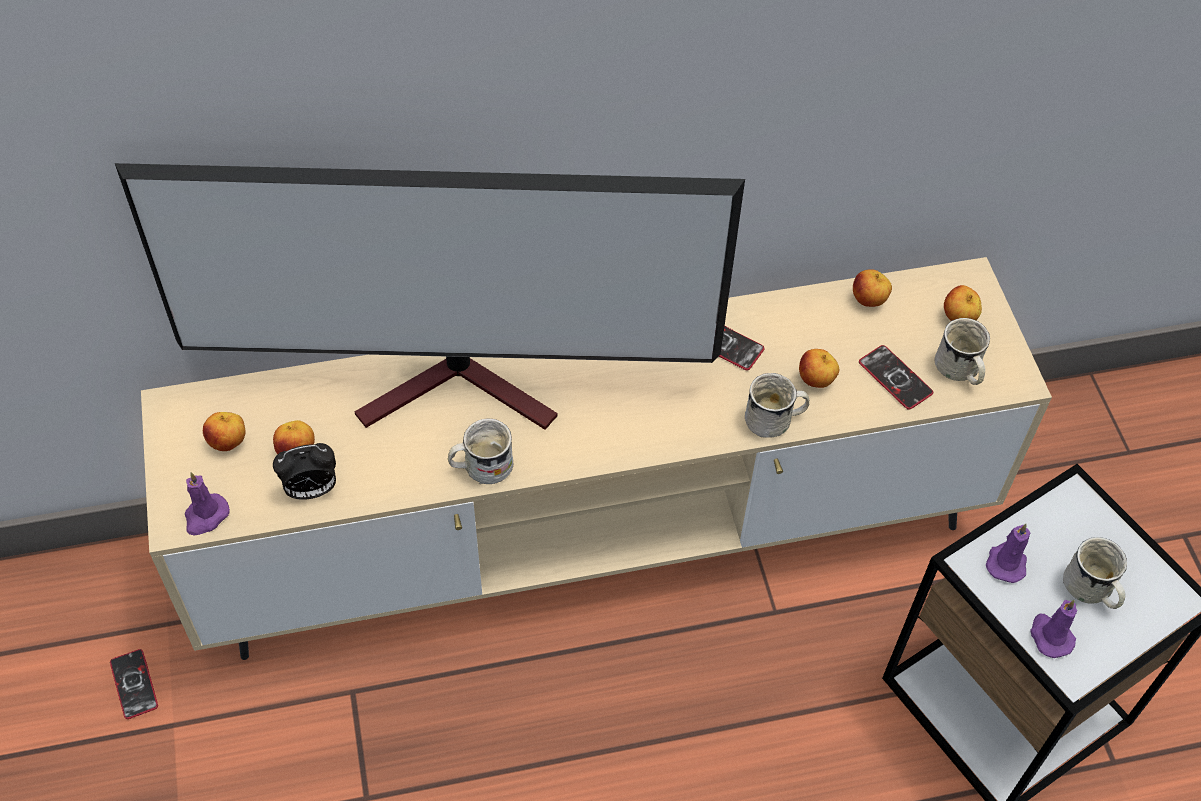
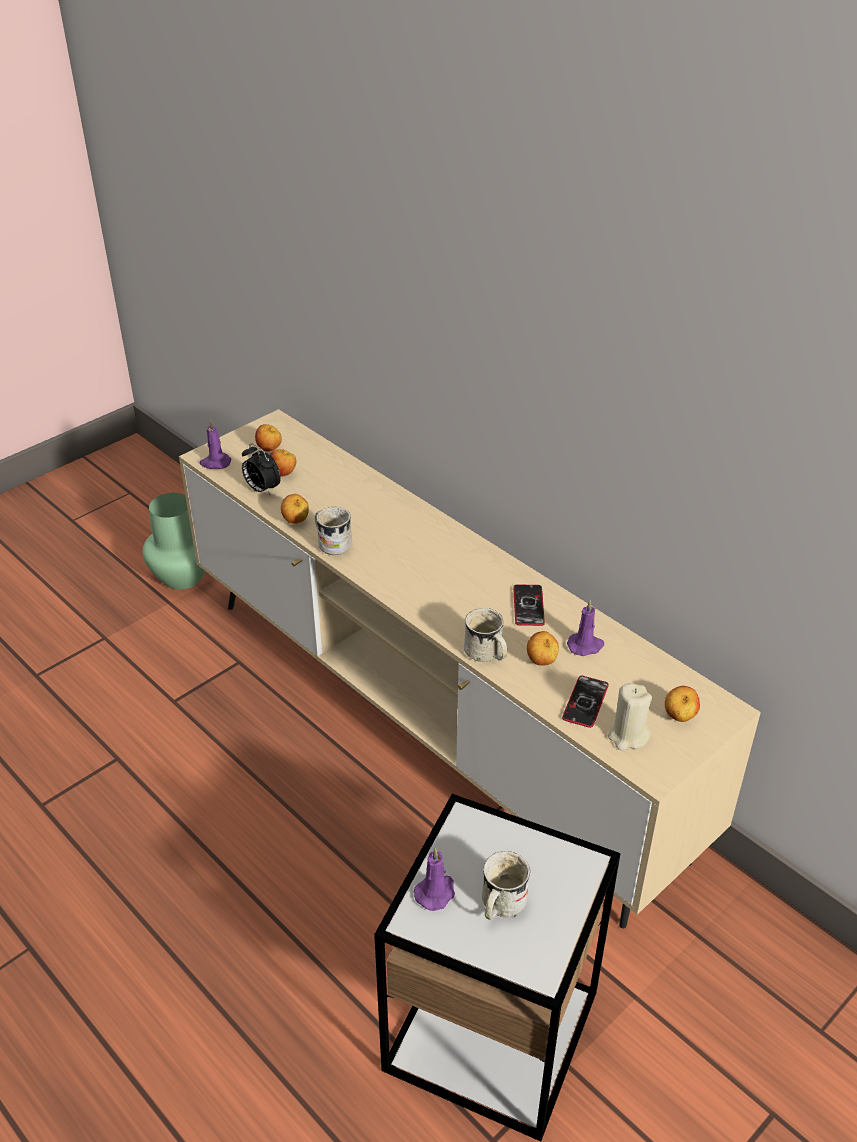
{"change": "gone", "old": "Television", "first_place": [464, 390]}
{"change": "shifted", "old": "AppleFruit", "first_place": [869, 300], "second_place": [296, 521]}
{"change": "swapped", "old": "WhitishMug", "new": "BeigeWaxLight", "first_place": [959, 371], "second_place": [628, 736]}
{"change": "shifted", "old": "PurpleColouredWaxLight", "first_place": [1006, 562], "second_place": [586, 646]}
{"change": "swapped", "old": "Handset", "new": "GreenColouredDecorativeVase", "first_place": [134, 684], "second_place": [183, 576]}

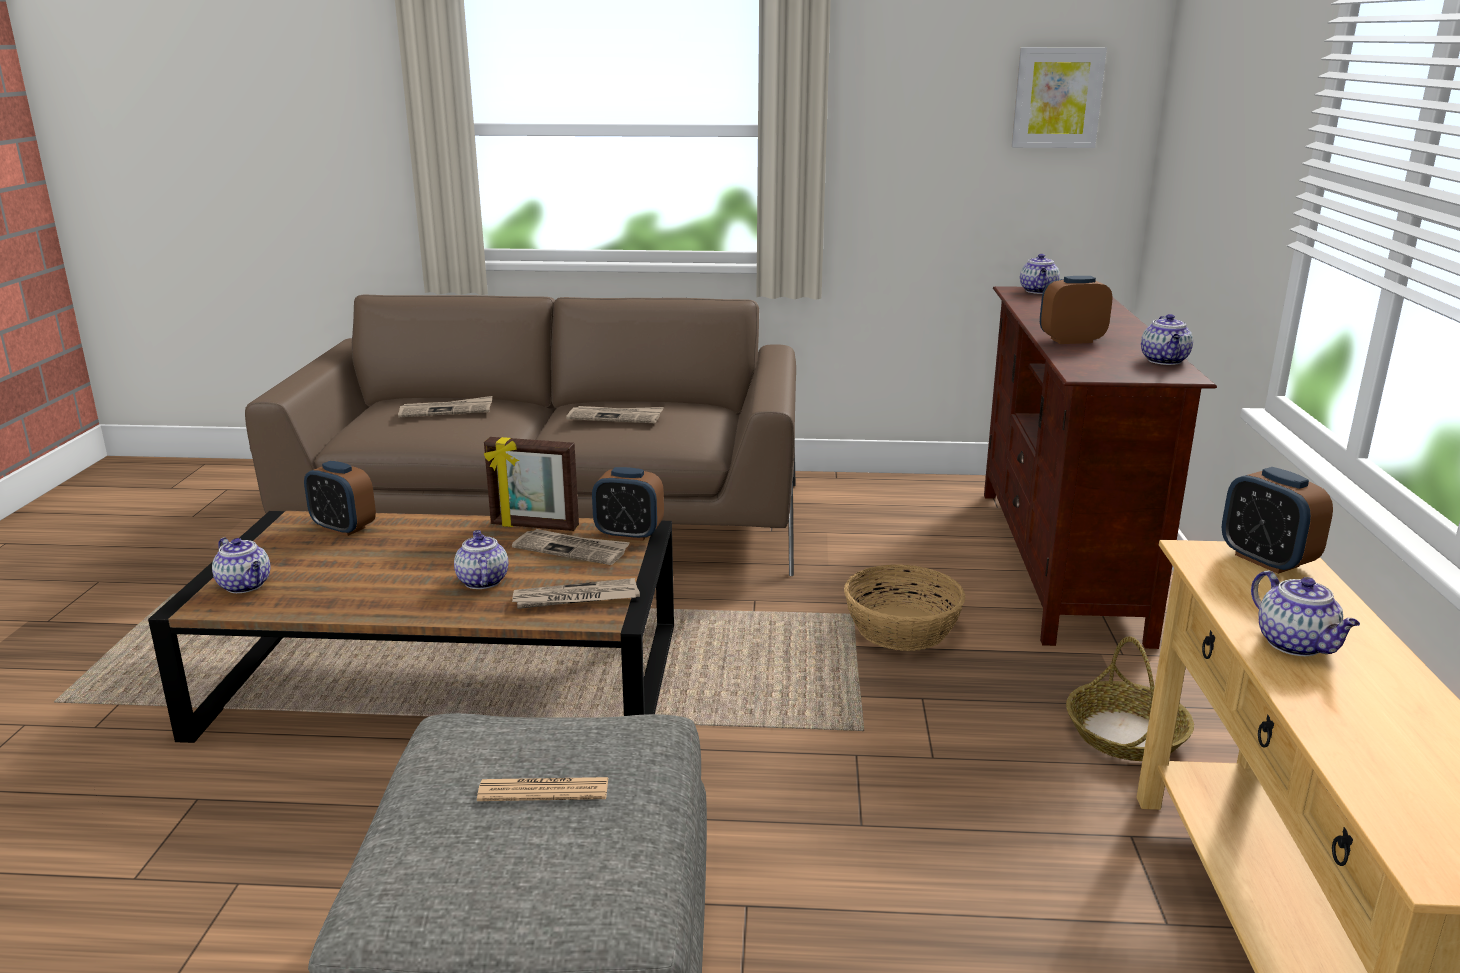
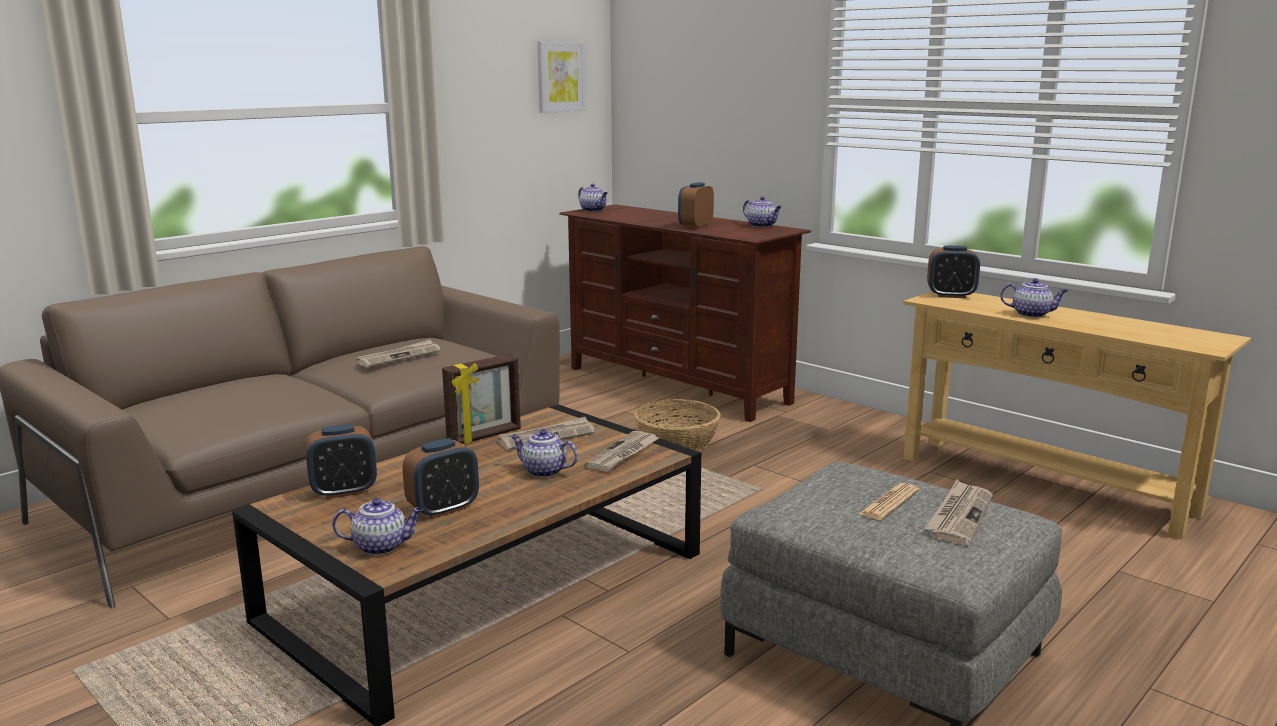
{"change": "shifted", "old": "Newspaper", "first_place": [446, 410], "second_place": [959, 515]}
{"change": "shifted", "old": "BedsideClock", "first_place": [629, 534], "second_place": [443, 509]}
{"change": "gone", "old": "Basket", "first_place": [1126, 735]}

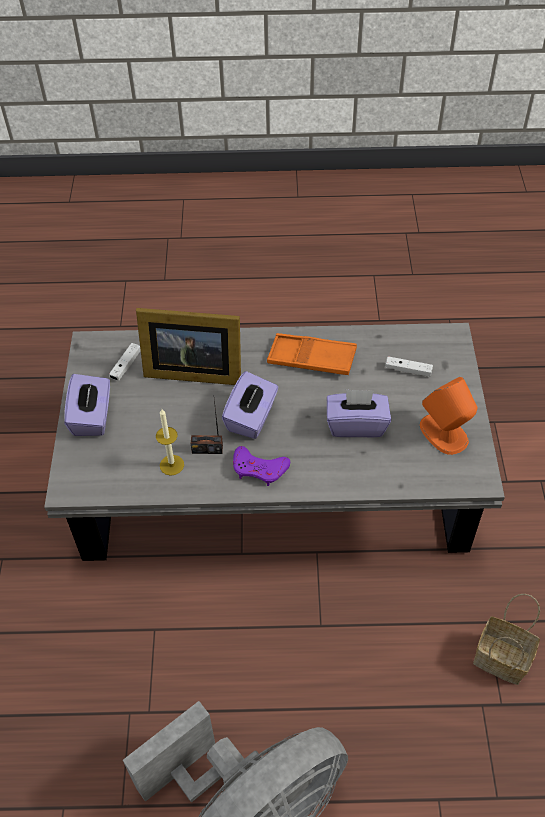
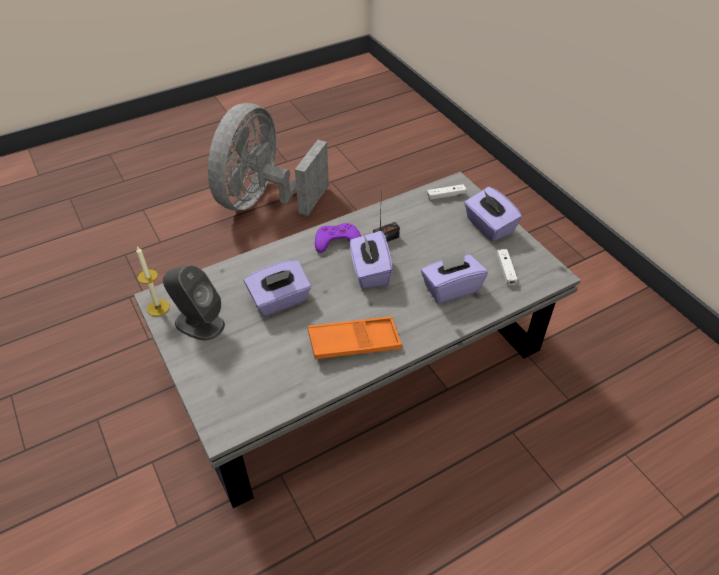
{"change": "swapped", "old": "PhotoFrame", "new": "PurpleColouredBoxOfTissues", "first_place": [191, 370], "second_place": [451, 288]}
{"change": "shifted", "old": "WhitishGameController", "first_place": [408, 370], "second_place": [446, 196]}
{"change": "repainted", "old": "OrangeLoudspeaker", "new": "GreyLoudspeaker", "first_place": [444, 433], "second_place": [199, 323]}
{"change": "shifted", "old": "WaxLight", "first_place": [172, 465], "second_place": [158, 307]}
{"change": "gone", "old": "Basket", "first_place": [503, 658]}

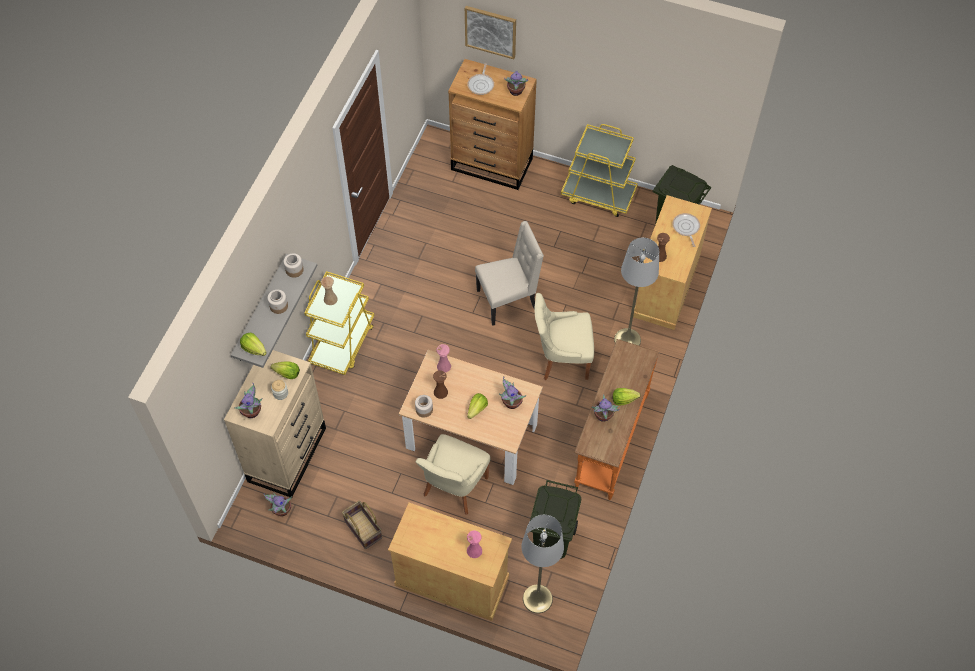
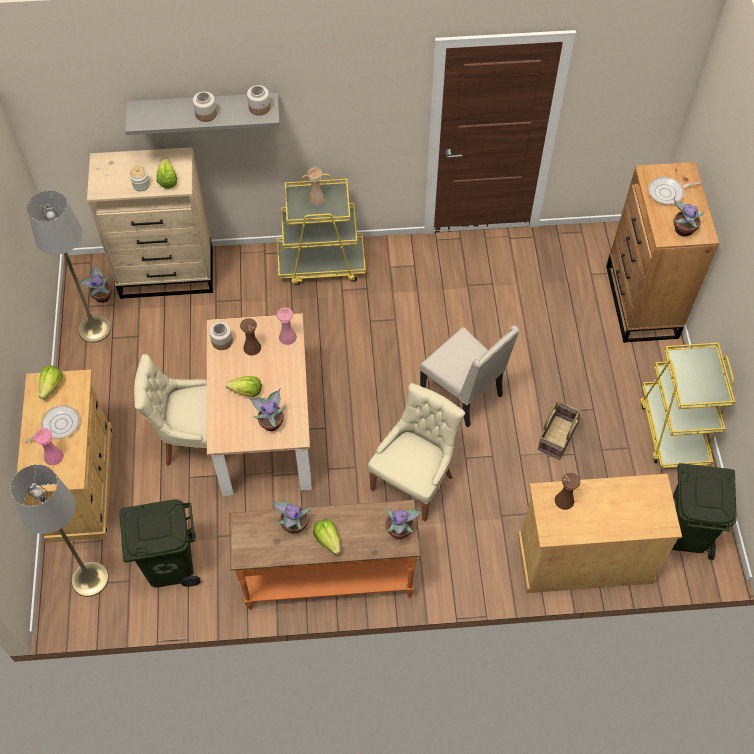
{"change": "gone", "old": "WallPicture", "first_place": [490, 31]}
{"change": "shifted", "old": "FryingPan", "first_place": [686, 228], "second_place": [58, 425]}
{"change": "shifted", "old": "GreyFloorLamp", "first_place": [627, 340], "second_place": [94, 329]}
{"change": "rotated", "old": "BeigePlainChair", "first_place": [561, 359], "second_place": [414, 481], "degrees": 60}
{"change": "shifted", "old": "HeadOfLettuce", "first_place": [254, 349], "second_place": [52, 386]}
{"change": "shifted", "old": "PottedPlant", "first_place": [252, 412], "second_place": [400, 531]}
{"change": "shifted", "old": "Basket", "first_place": [362, 530], "second_place": [557, 436]}

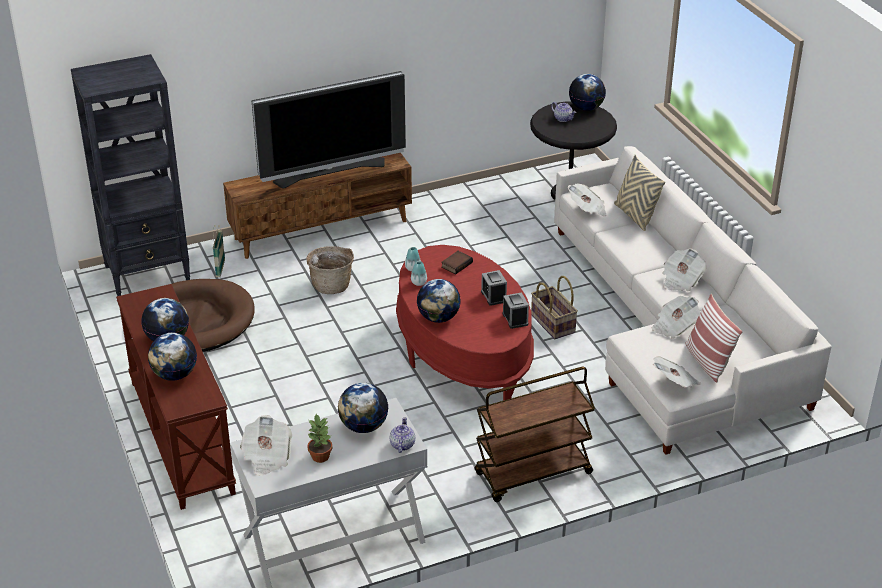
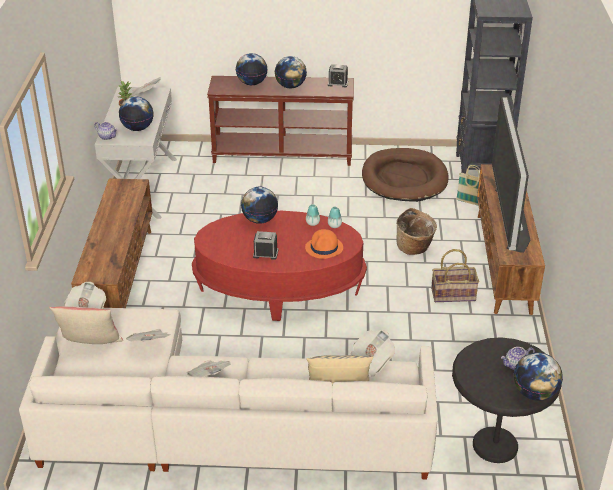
{"change": "swapped", "old": "Volume", "new": "OrangeHat", "first_place": [456, 264], "second_place": [324, 248]}
{"change": "shifted", "old": "Basket", "first_place": [552, 324], "second_place": [453, 294]}
{"change": "shifted", "old": "BedsideClock", "first_place": [515, 319], "second_place": [338, 83]}
{"change": "swapped", "old": "BrownTrolley", "new": "BrownMediaConsole", "first_place": [533, 474], "second_place": [119, 278]}

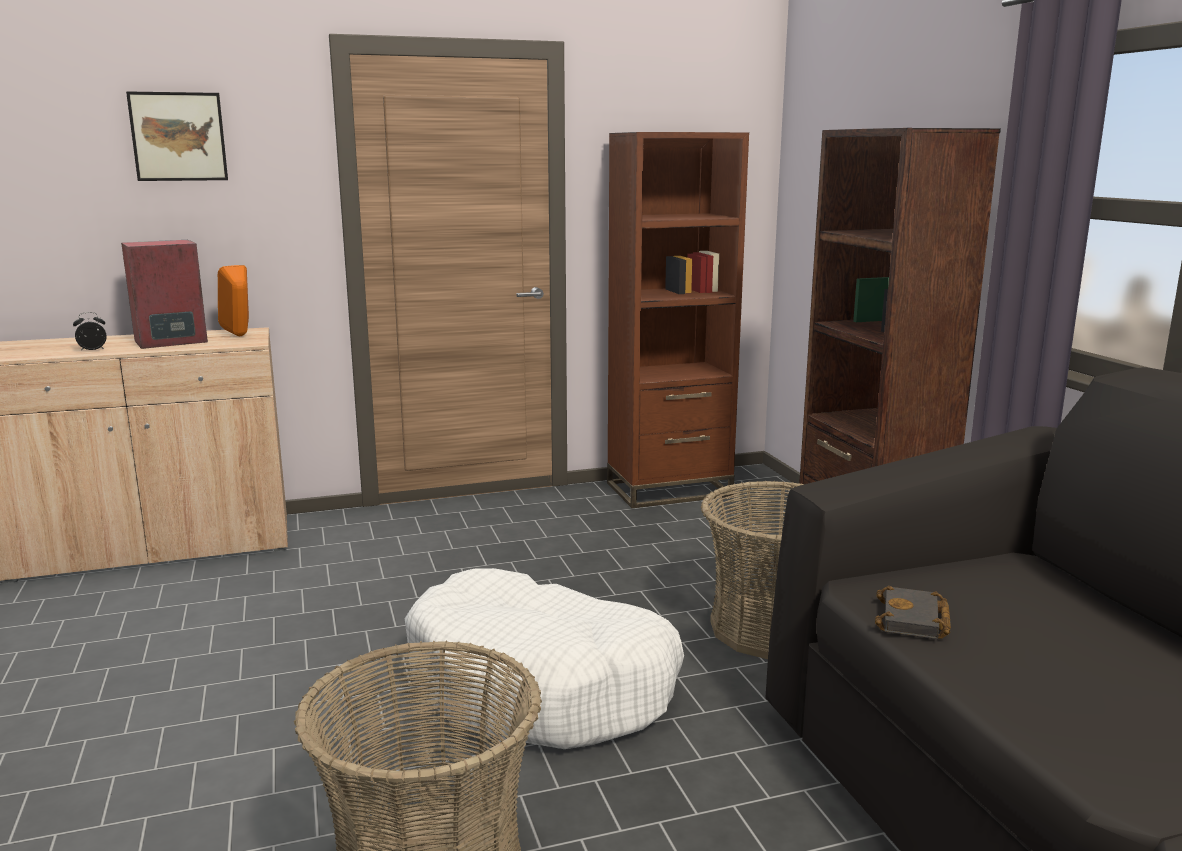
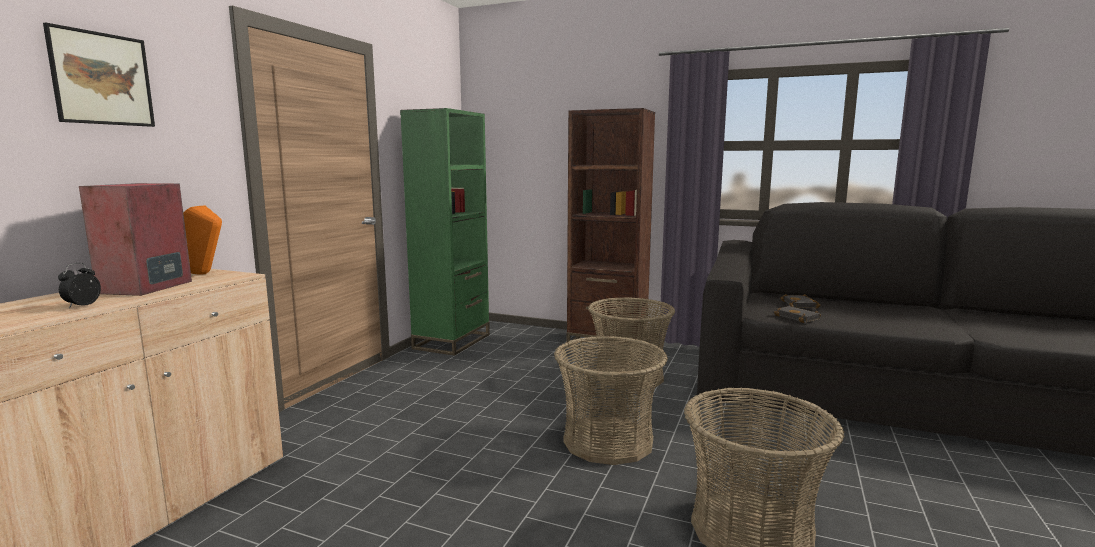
{"change": "repainted", "old": "BrownBookshelf", "new": "GreenColouredBookshelf", "first_place": [669, 490], "second_place": [452, 341]}
{"change": "swapped", "old": "WhitishPetBed", "new": "Basket", "first_place": [541, 686], "second_place": [608, 441]}
{"change": "new", "new": "BlackColouredVolume", "second_place": [801, 305]}

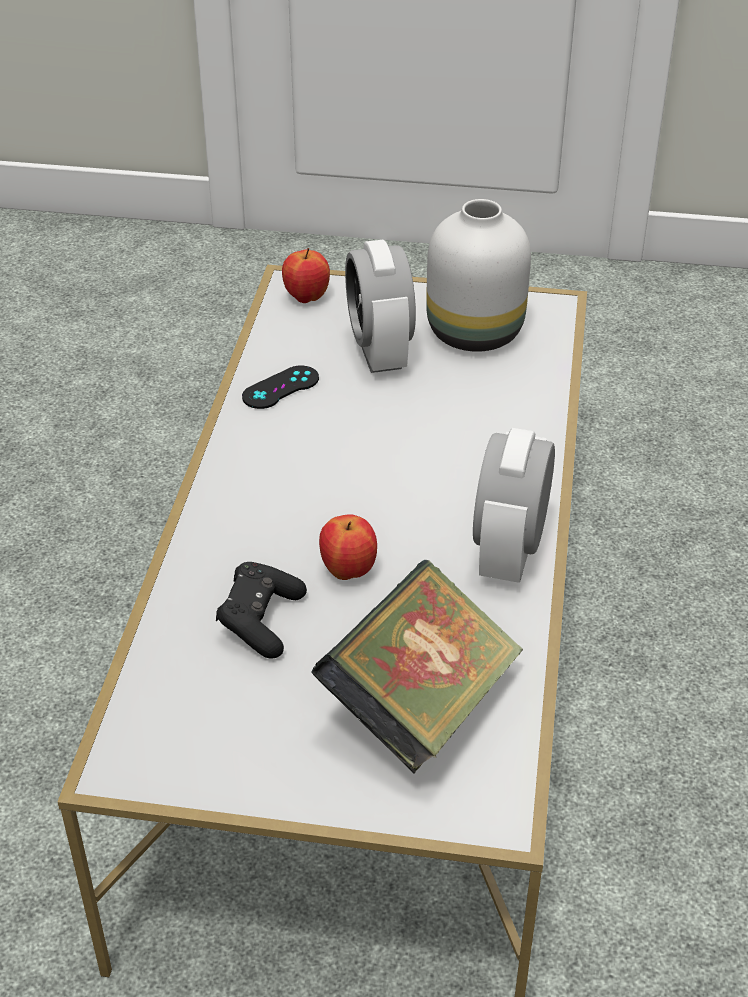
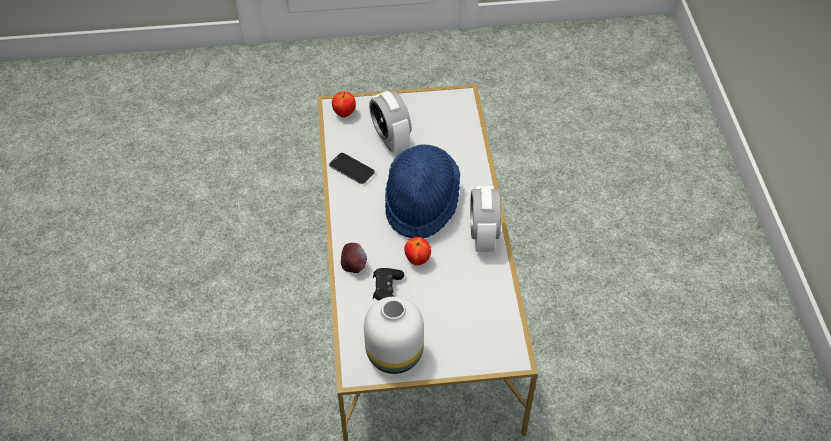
{"change": "shifted", "old": "WhitishDecorativeVase", "first_place": [477, 332], "second_place": [396, 353]}
{"change": "swapped", "old": "BlackColouredGameController", "new": "Handset", "first_place": [280, 388], "second_place": [352, 169]}
{"change": "gone", "old": "Volume", "first_place": [420, 705]}
{"change": "new", "new": "BluishHat", "second_place": [421, 203]}
{"change": "new", "new": "AppleFruit", "second_place": [354, 265]}

